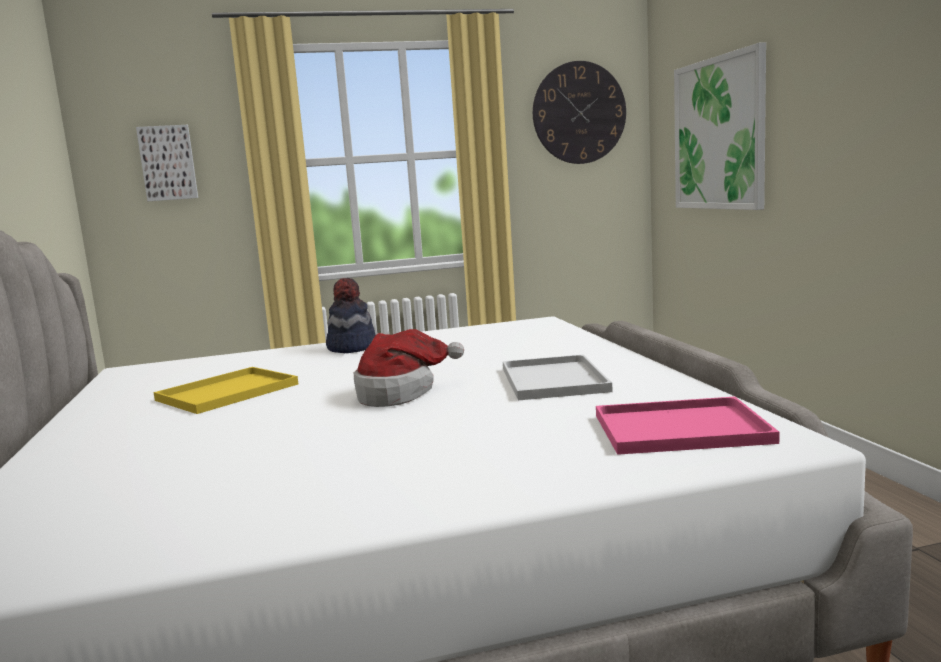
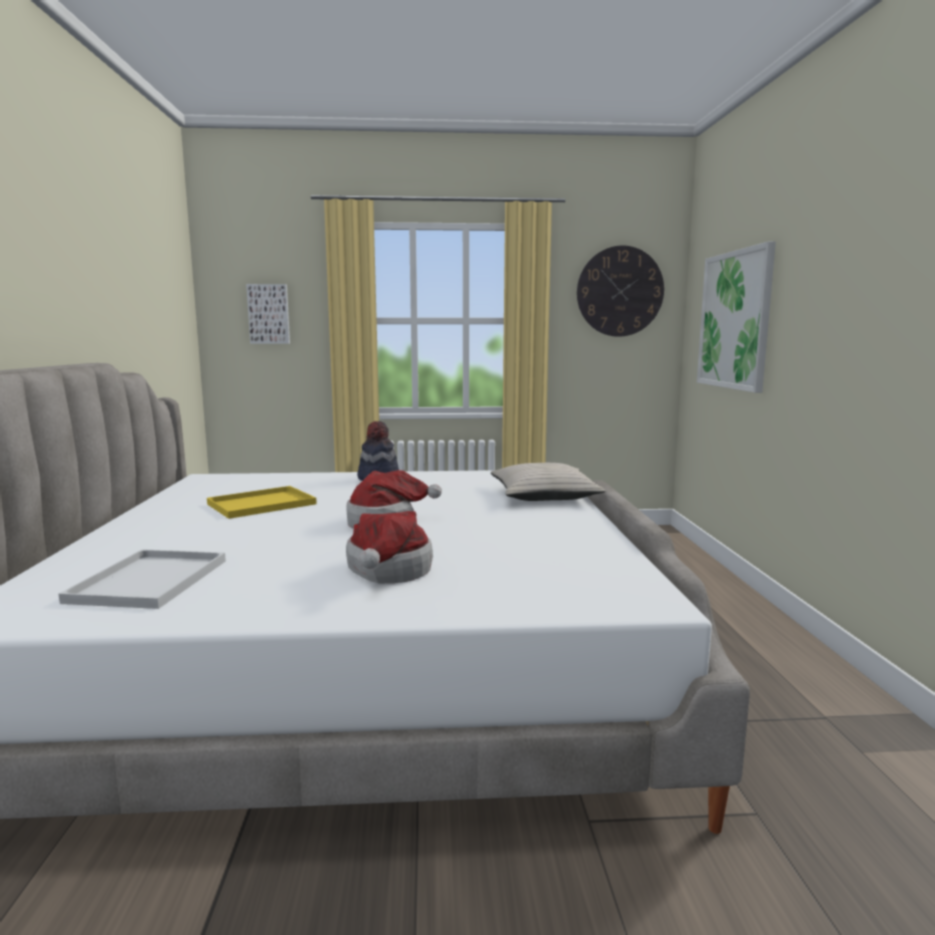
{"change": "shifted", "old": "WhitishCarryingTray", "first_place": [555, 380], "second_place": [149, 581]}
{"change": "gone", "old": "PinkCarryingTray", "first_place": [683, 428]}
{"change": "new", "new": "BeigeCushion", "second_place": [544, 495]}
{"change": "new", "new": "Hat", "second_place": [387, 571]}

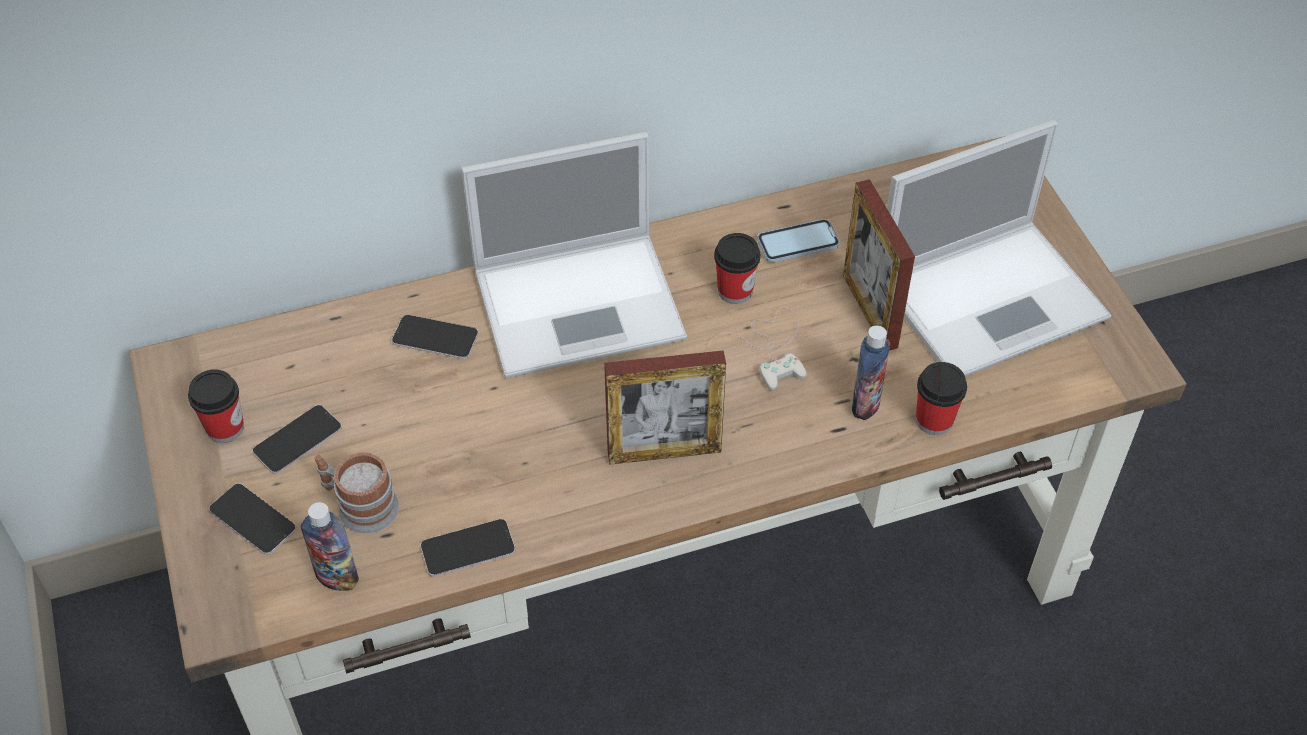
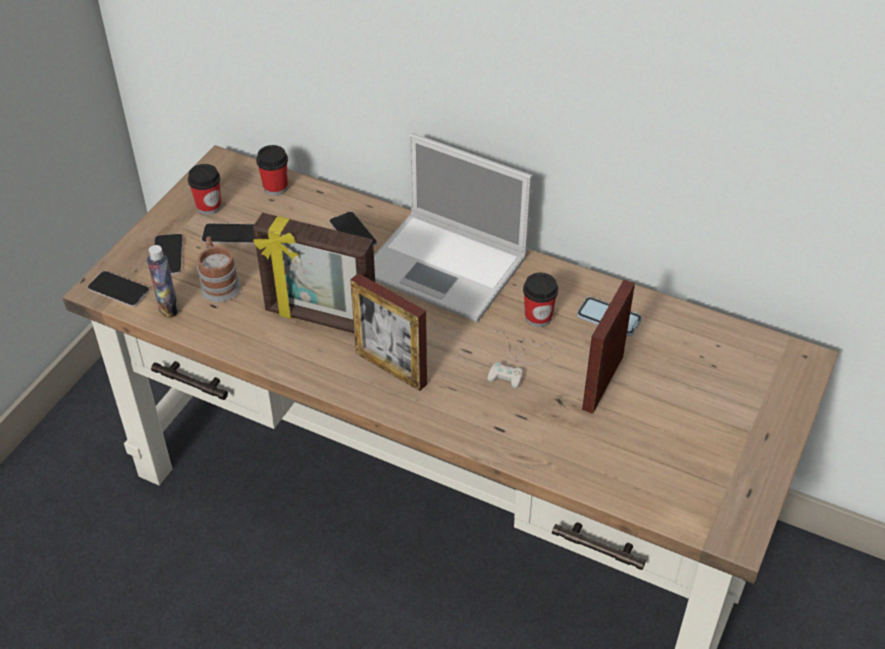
{"change": "gone", "old": "PortableComputer", "first_place": [994, 297]}
{"change": "gone", "old": "DrinkBottle", "first_place": [865, 404]}
{"change": "shifted", "old": "SmallCup", "first_place": [934, 420], "second_place": [275, 188]}
{"change": "shifted", "old": "Handset", "first_place": [468, 548], "second_place": [118, 289]}
{"change": "new", "new": "PhotoFrame", "second_place": [320, 319]}

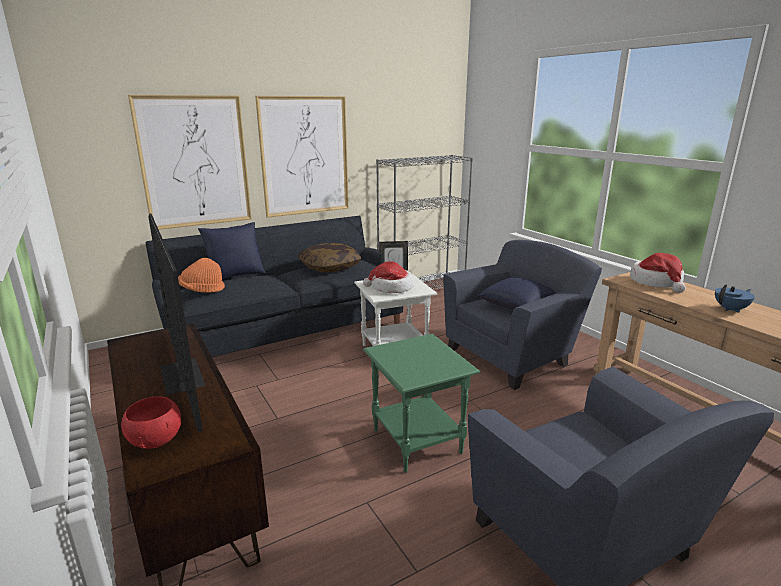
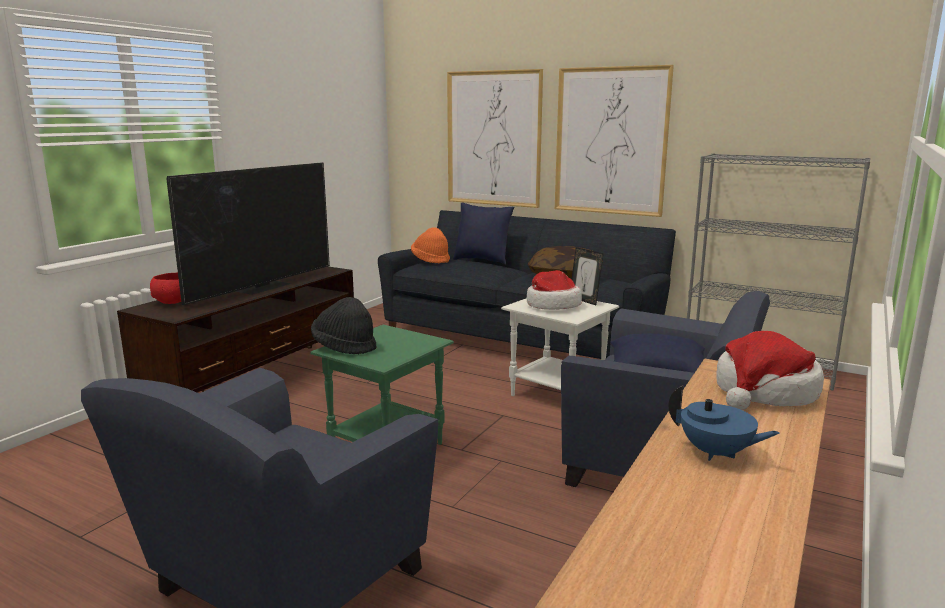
{"change": "new", "new": "BlackColouredHat", "second_place": [344, 347]}

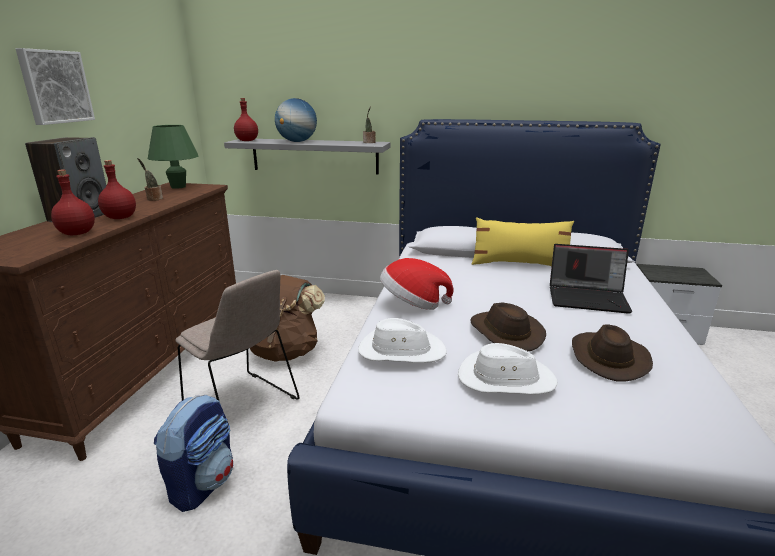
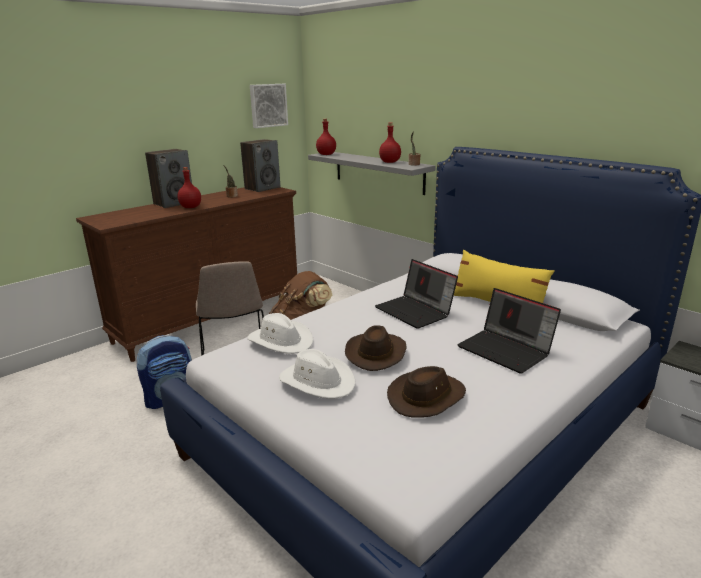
{"change": "shifted", "old": "WallPicture", "first_place": [55, 87], "second_place": [268, 105]}
{"change": "gone", "old": "Globe", "first_place": [297, 141]}
{"change": "swapped", "old": "GreenColouredTableLamp", "new": "Loudspeaker", "first_place": [178, 187], "second_place": [262, 188]}
{"change": "shifted", "old": "RedColouredDrinkBottle", "first_place": [77, 233], "second_place": [390, 162]}
{"change": "gone", "old": "Hat", "first_place": [413, 304]}
{"change": "new", "new": "PortableComputer", "second_place": [415, 311]}

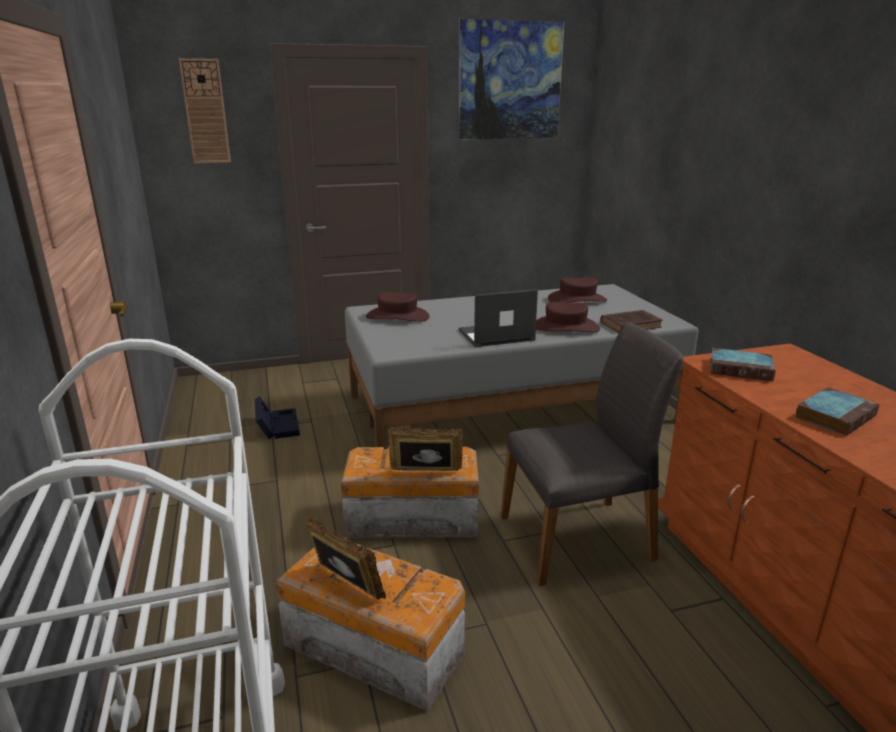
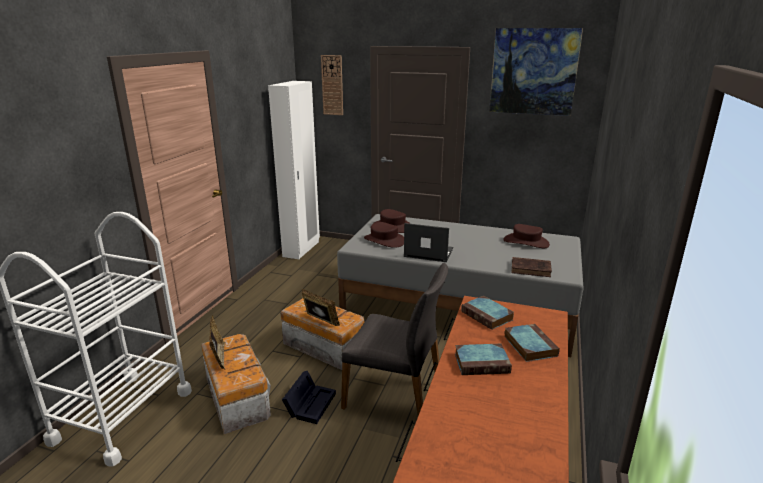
{"change": "shifted", "old": "BrownHat", "first_place": [565, 327], "second_place": [384, 240]}
{"change": "shifted", "old": "BlackColouredStorageBox", "first_place": [277, 425], "second_place": [310, 403]}
{"change": "new", "new": "WhitishArmoire", "second_place": [302, 249]}
{"change": "new", "new": "Volume", "second_place": [529, 345]}

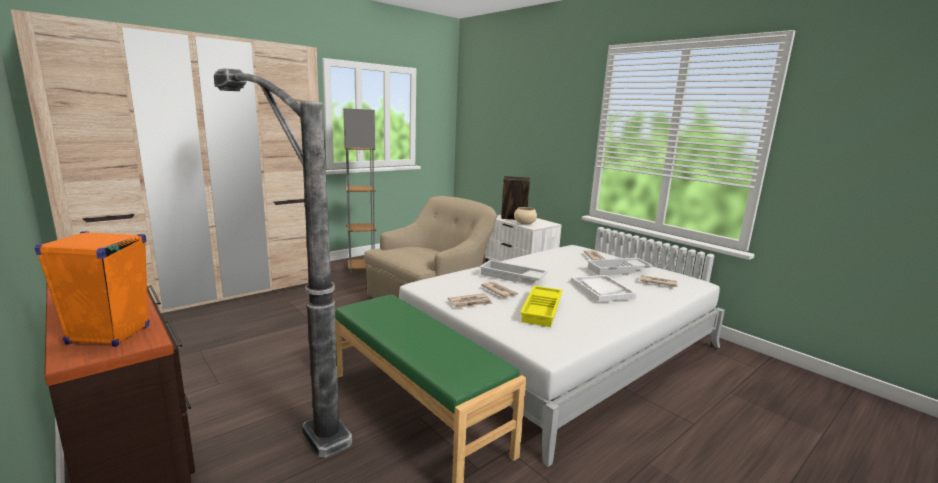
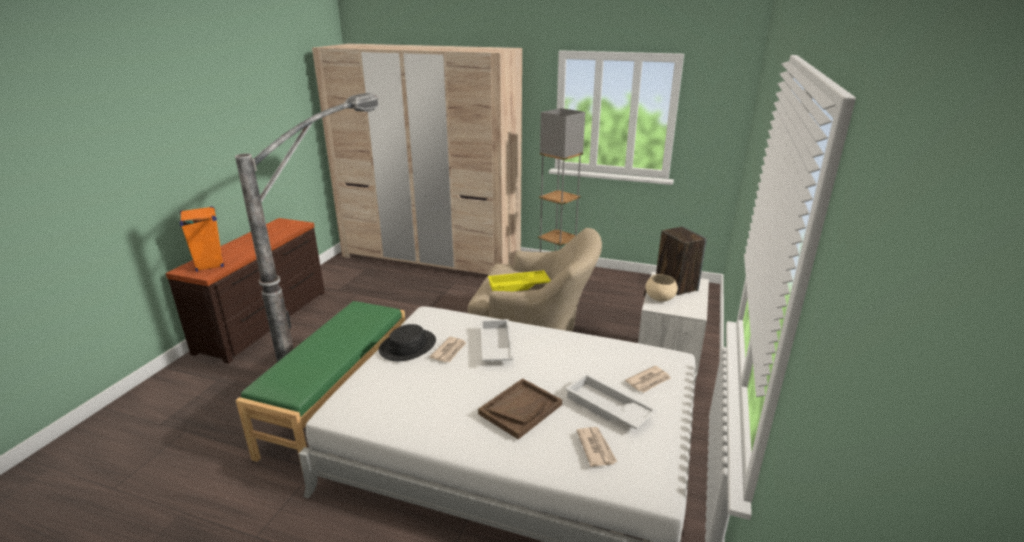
{"change": "repainted", "old": "WhitishCarryingTray", "new": "BrownCarryingTray", "first_place": [601, 289], "second_place": [520, 409]}
{"change": "shifted", "old": "YellowColouredCarryingTray", "first_place": [542, 310], "second_place": [518, 286]}
{"change": "swapped", "old": "Newspaper", "new": "BlackColouredHat", "first_place": [470, 303], "second_place": [408, 346]}

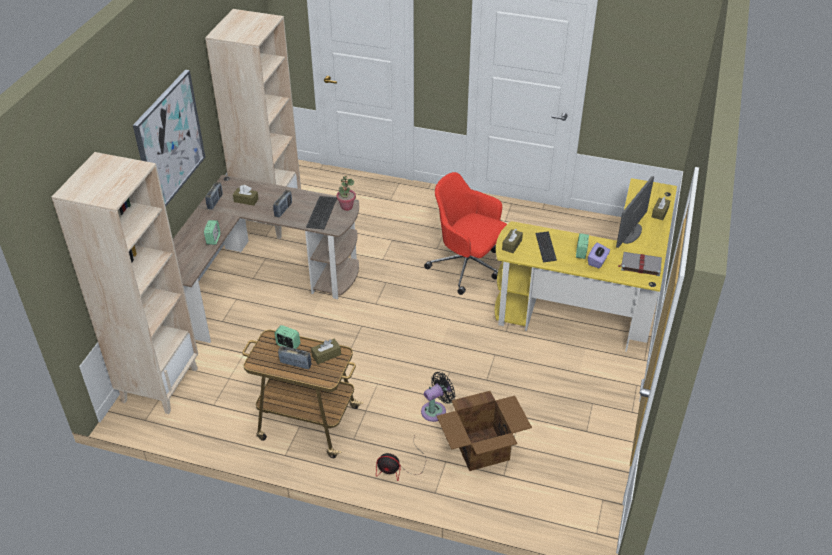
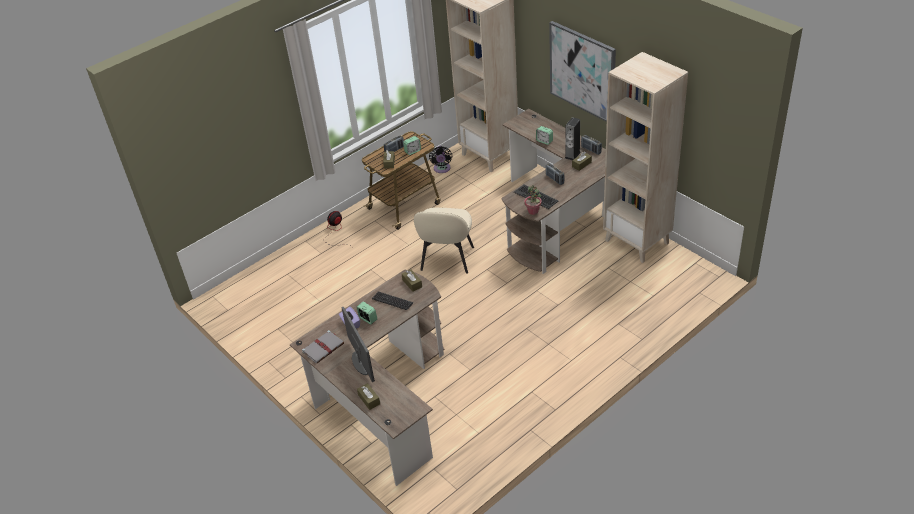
{"change": "gone", "old": "RedColouredOfficeChair", "first_place": [467, 267]}
{"change": "repainted", "old": "YellowColouredDeskTable", "new": "BrownDeskTable", "first_place": [593, 303], "second_place": [381, 398]}
{"change": "shifted", "old": "BlackColouredFan", "first_place": [436, 410], "second_place": [442, 169]}
{"change": "gone", "old": "Carton", "first_place": [482, 448]}
{"change": "new", "new": "Loudspeaker", "second_place": [572, 155]}
{"change": "new", "new": "BeigePlainChair", "second_place": [447, 260]}

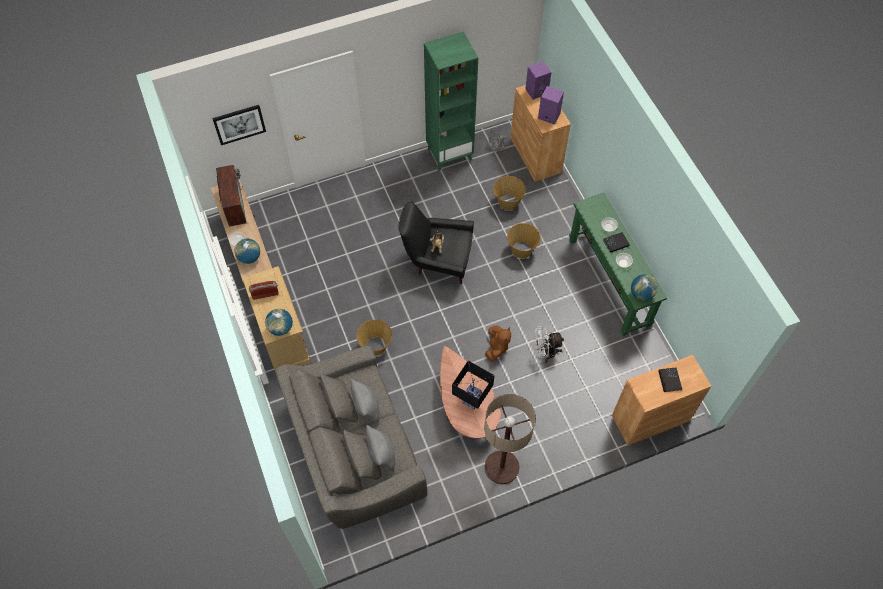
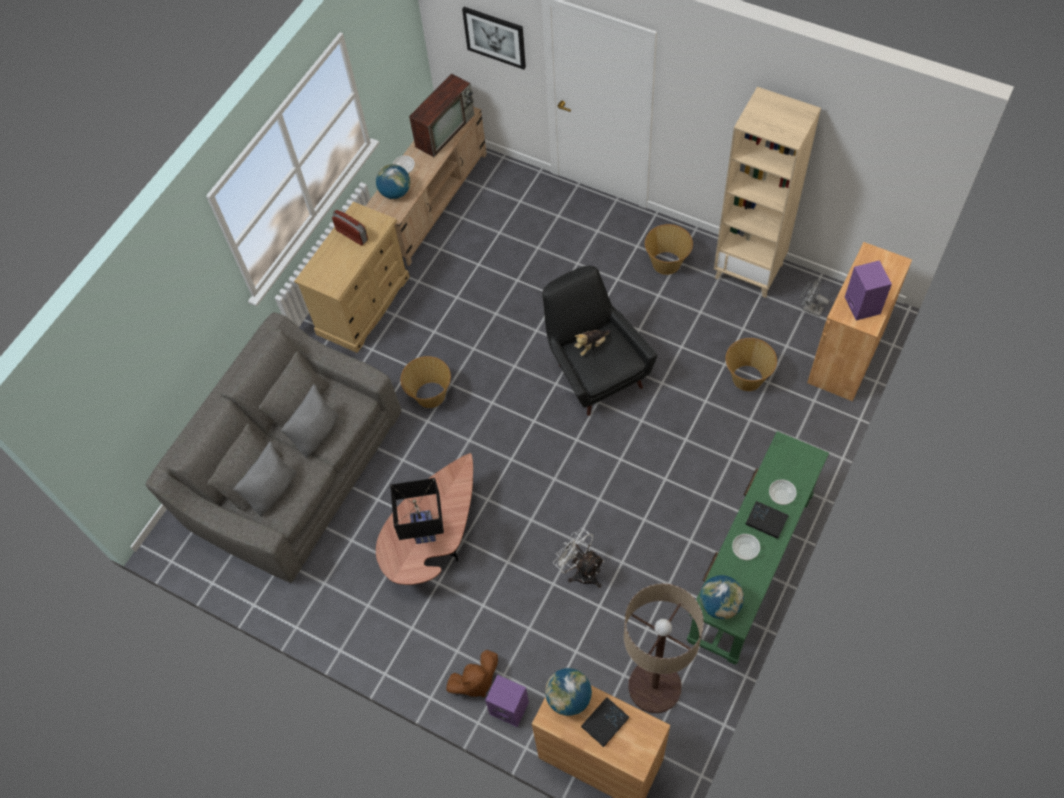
{"change": "repainted", "old": "GreenColouredBookshelf", "new": "BeigeBookshelf", "first_place": [449, 154], "second_place": [749, 271]}
{"change": "shifted", "old": "PurpleColouredLoudspeaker", "first_place": [537, 91], "second_place": [510, 708]}
{"change": "shifted", "old": "Basket", "first_place": [522, 249], "second_place": [667, 263]}
{"change": "shifted", "old": "Globe", "first_place": [281, 328], "second_place": [569, 698]}
{"change": "shifted", "old": "BrownSoftToy", "first_place": [496, 348], "second_place": [475, 681]}
{"change": "shifted", "old": "FloorLamp", "first_place": [501, 467], "second_place": [654, 686]}

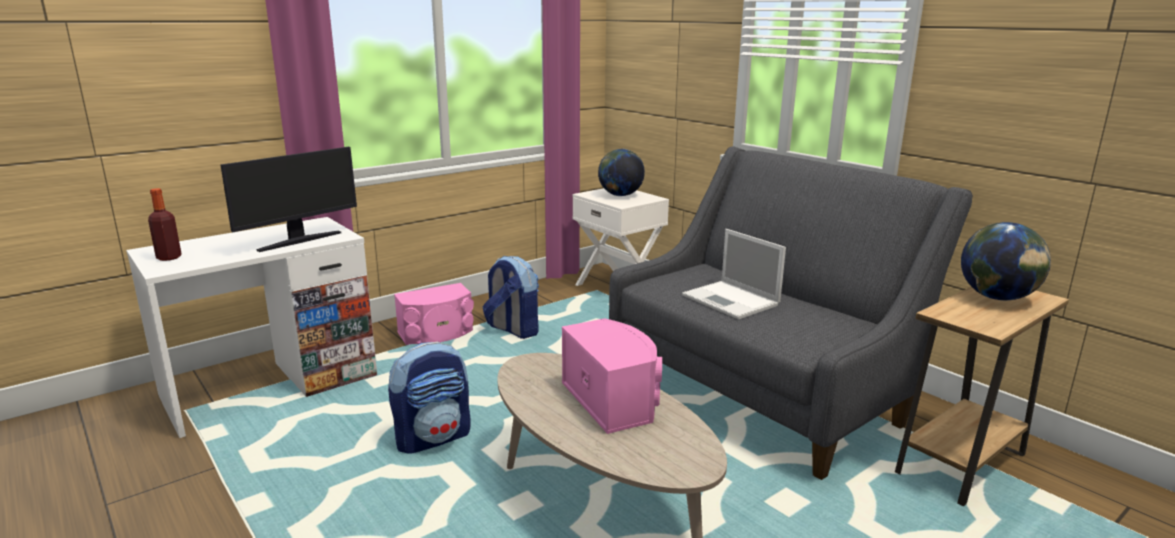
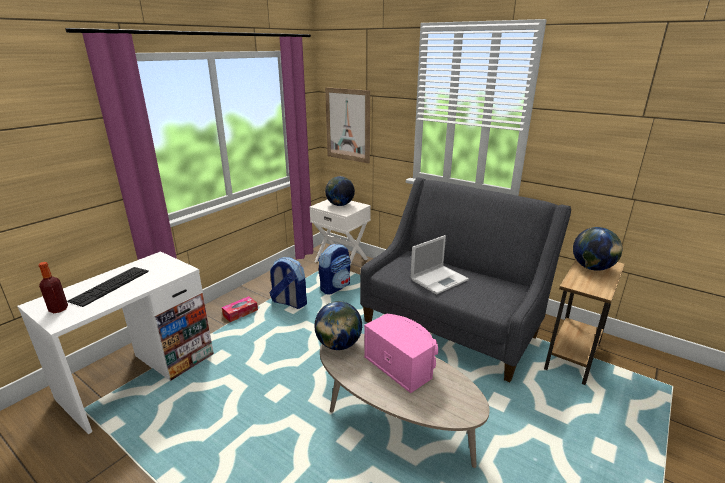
{"change": "gone", "old": "ComputerDisplay", "first_place": [299, 241]}
{"change": "rotated", "old": "PortableComputer", "first_place": [732, 301], "second_place": [439, 279], "degrees": -75}
{"change": "swapped", "old": "PinkLoudspeaker", "new": "BoxOfTissues", "first_place": [437, 334], "second_place": [240, 313]}
{"change": "shifted", "old": "Backpack", "first_place": [433, 438], "second_place": [335, 287]}
{"change": "new", "new": "WallPicture", "second_place": [348, 125]}
{"change": "new", "new": "PcKeyboard", "second_place": [110, 285]}
{"change": "new", "new": "Globe", "second_place": [338, 345]}

